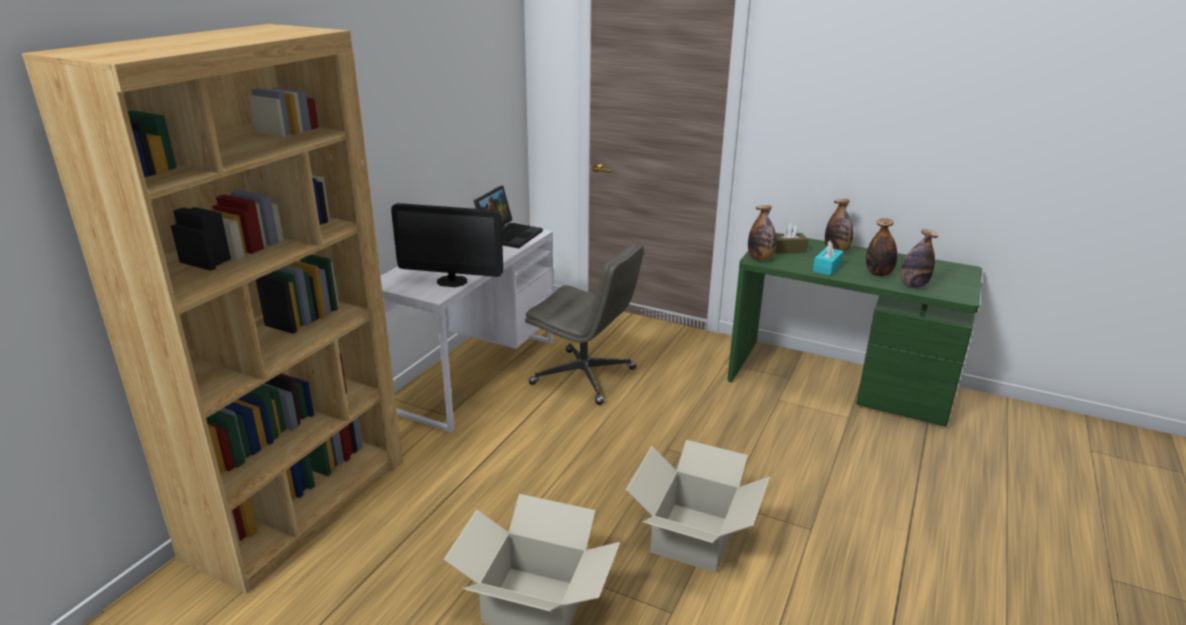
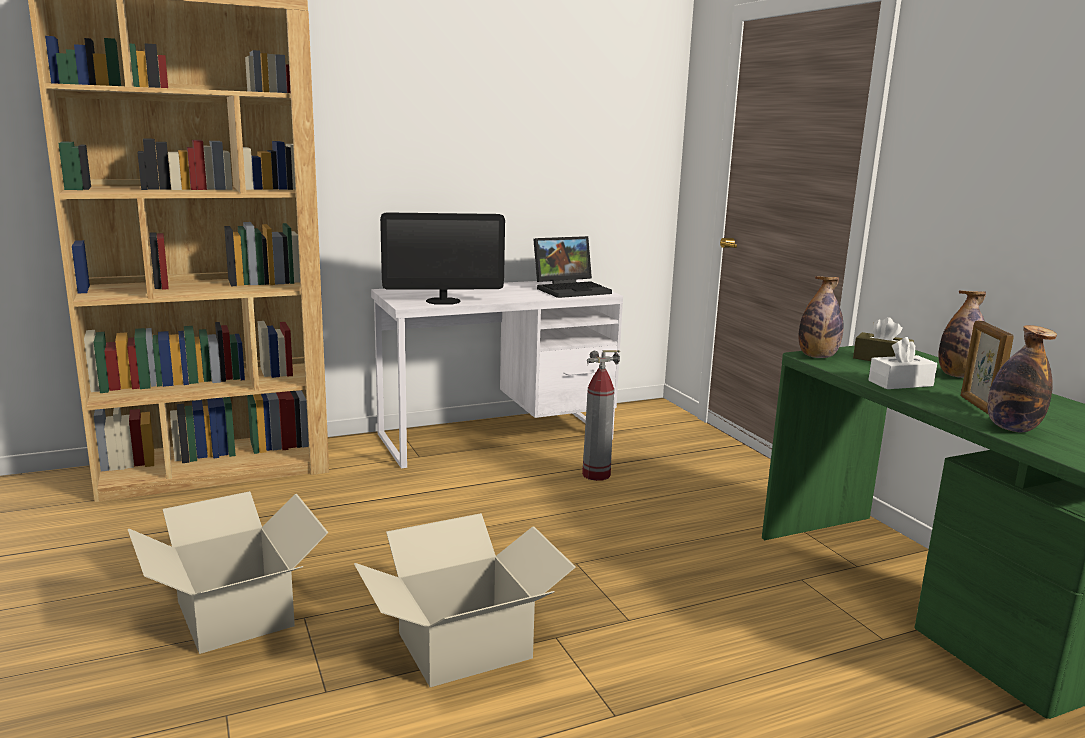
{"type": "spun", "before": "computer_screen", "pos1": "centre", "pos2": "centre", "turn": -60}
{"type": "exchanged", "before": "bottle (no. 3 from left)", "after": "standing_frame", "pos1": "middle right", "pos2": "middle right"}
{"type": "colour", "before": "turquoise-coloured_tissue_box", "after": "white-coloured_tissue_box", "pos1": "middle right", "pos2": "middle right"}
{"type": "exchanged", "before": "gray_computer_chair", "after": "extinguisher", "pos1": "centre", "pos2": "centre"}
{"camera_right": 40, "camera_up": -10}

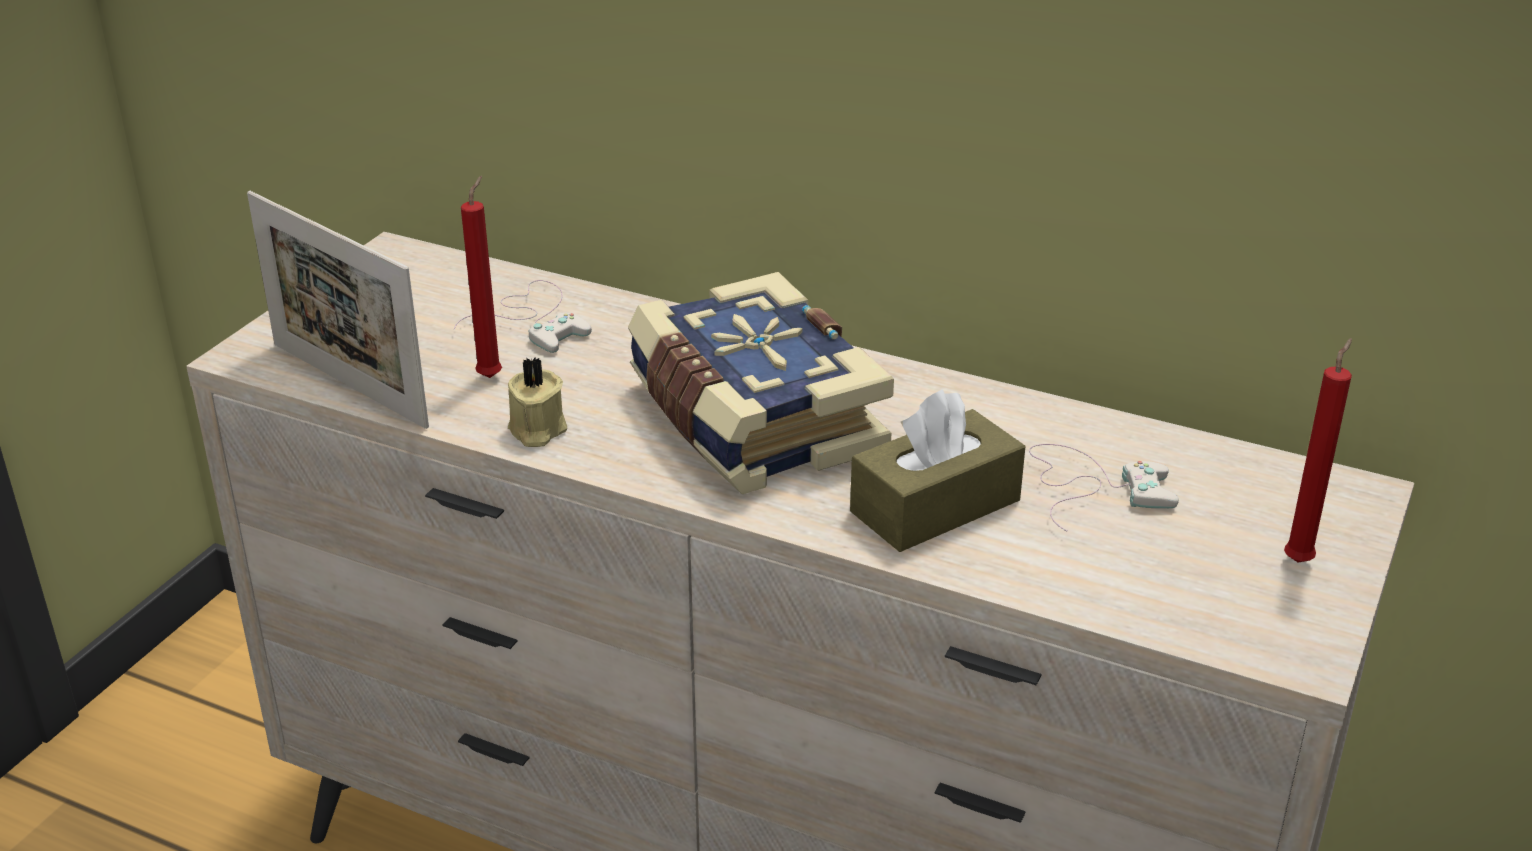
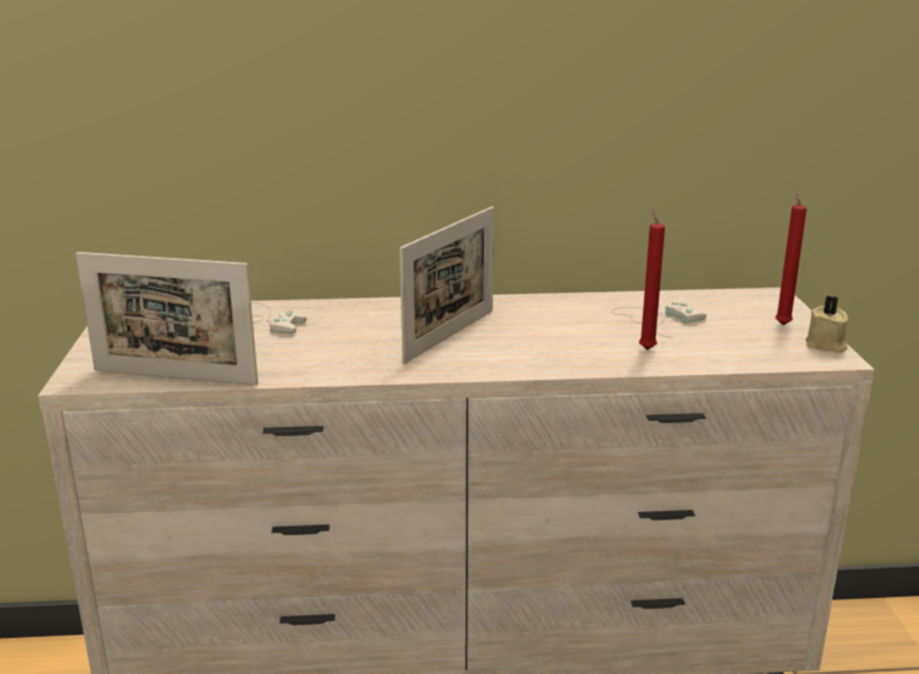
{"type": "relocated", "before": "reddish_wax_candle (no. 1 from left)", "pos1": "top left", "pos2": "middle right"}
{"type": "exchanged", "before": "volume", "after": "standing_frame (no. 2 from left)", "pos1": "centre", "pos2": "centre"}
{"type": "relocated", "before": "beige_wax_candle", "pos1": "centre", "pos2": "middle right"}
{"type": "missing", "before": "brown_tissue_box", "pos1": "centre"}
{"camera_right": -30, "camera_up": -10}

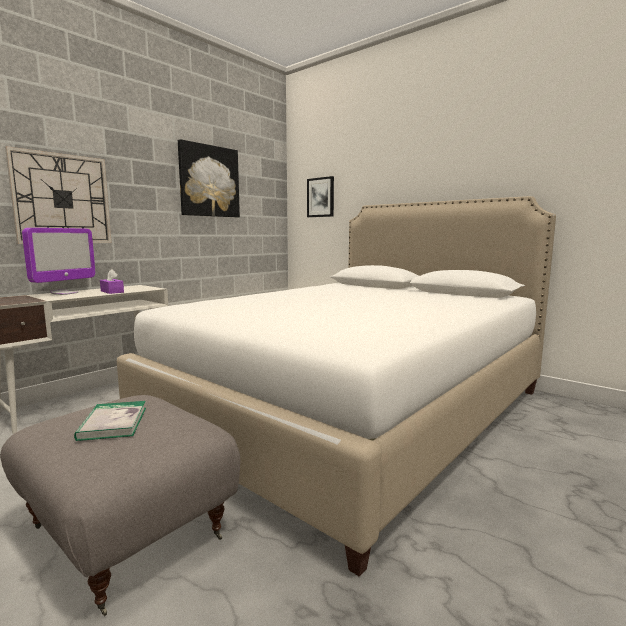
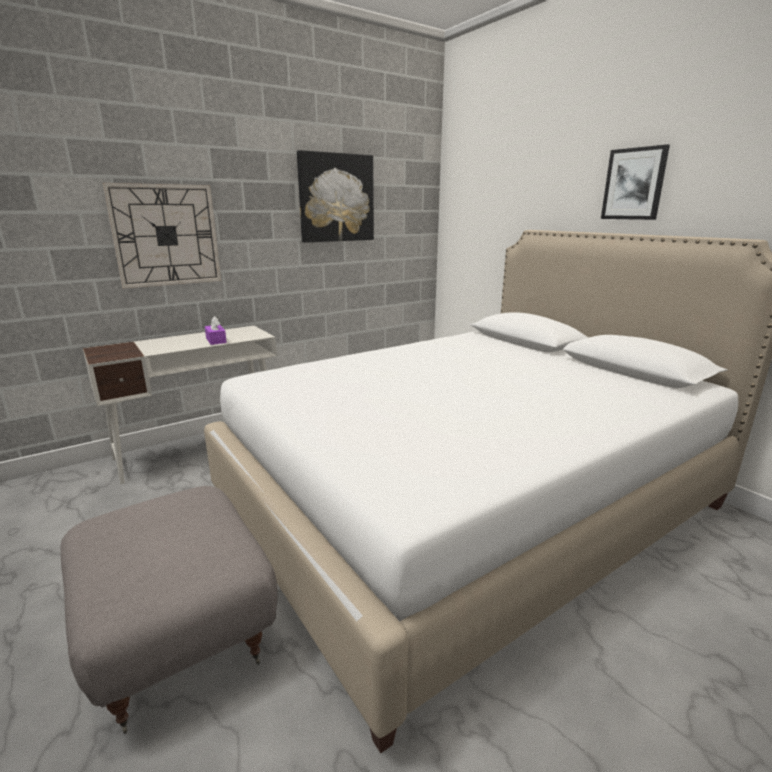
{"type": "relocated", "before": "wall_art (no. 2 from left)", "pos1": "top centre", "pos2": "top right"}
{"type": "missing", "before": "computer_screen", "pos1": "middle left"}
{"type": "missing", "before": "volume", "pos1": "bottom left"}
{"camera_right": 15, "camera_up": 10}

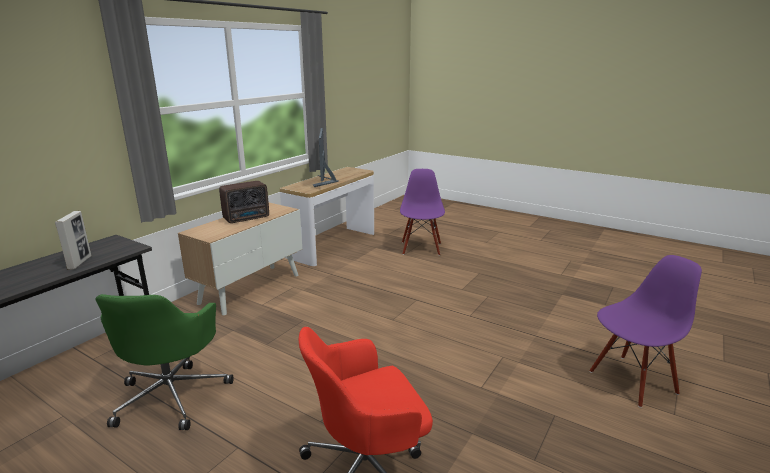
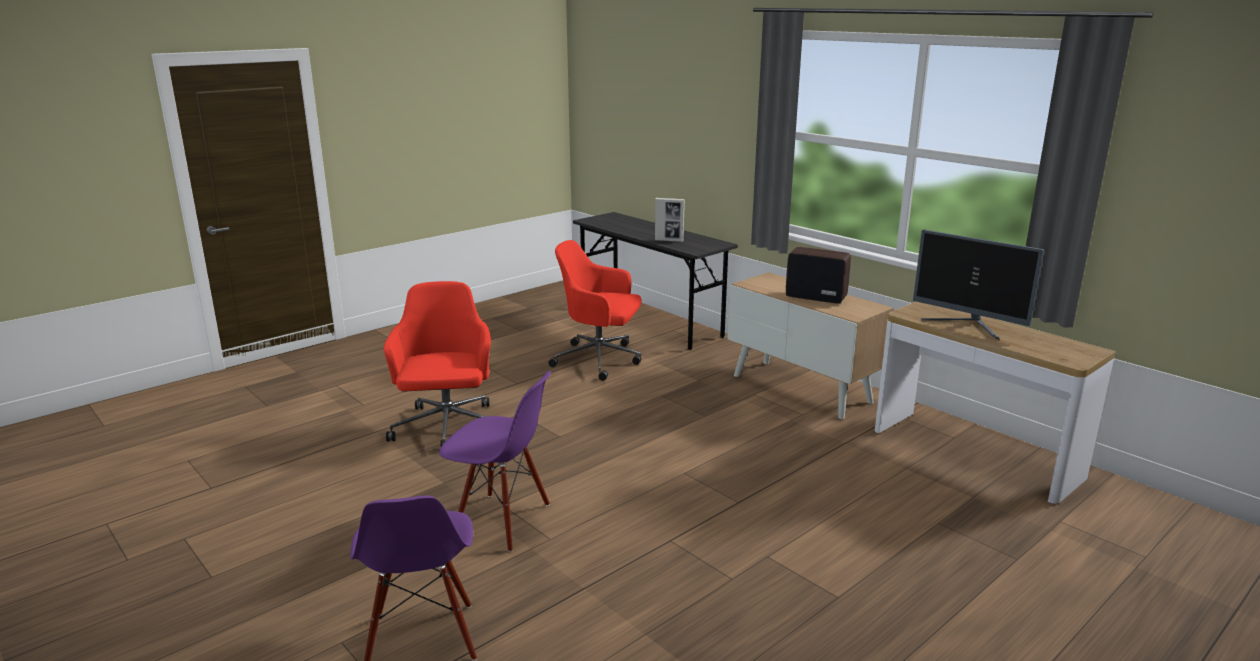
{"type": "spun", "before": "computer_screen", "pos1": "top centre", "pos2": "middle right", "turn": -150}
{"type": "relocated", "before": "purple_upright_chair (no. 1 from left in the first image)", "after": "purple_upright_chair (no. 2 from left)", "pos1": "centre", "pos2": "bottom centre"}
{"type": "spun", "before": "radio_set", "pos1": "middle left", "pos2": "centre", "turn": 135}
{"type": "colour", "before": "greenish_computer_chair", "after": "reddish_computer_chair (no. 2 from left)", "pos1": "bottom left", "pos2": "centre"}
{"camera_right": 105, "camera_up": 0}

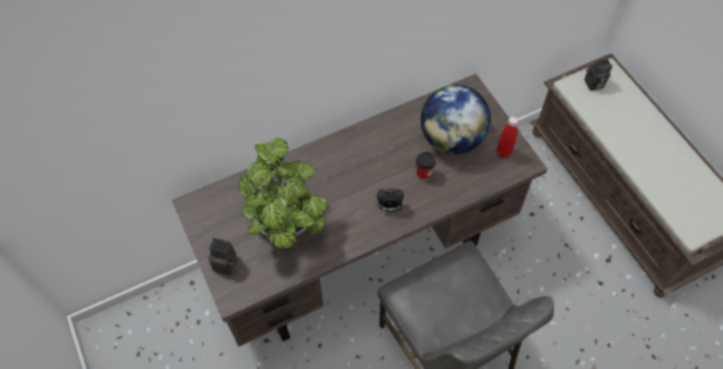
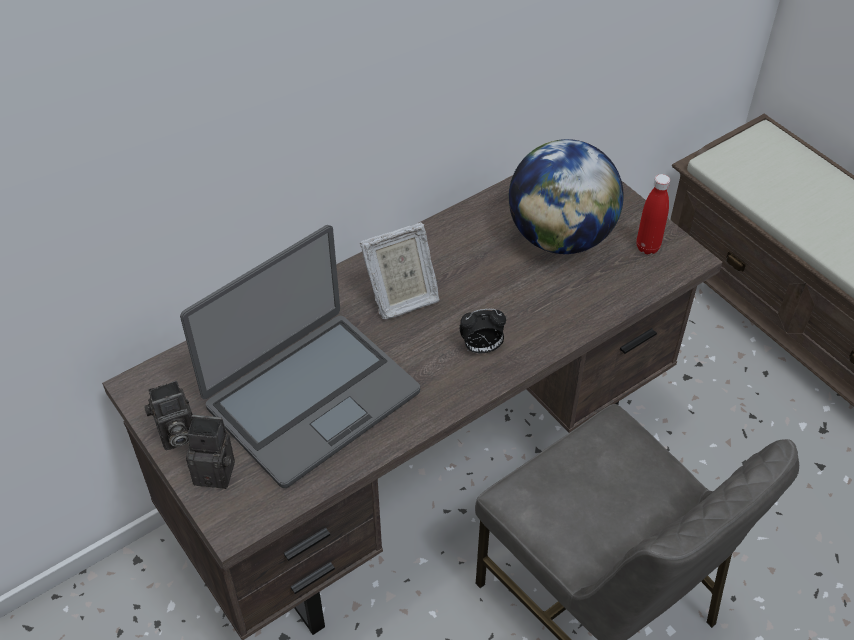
{"type": "relocated", "before": "still_camera (no. 2 from left in the first image)", "after": "still_camera (no. 1 from left)", "pos1": "top right", "pos2": "middle left"}
{"type": "exchanged", "before": "plant_in_a_pot", "after": "laptop", "pos1": "centre", "pos2": "centre"}
{"type": "missing", "before": "cup", "pos1": "centre"}
{"type": "appeared", "after": "standing_frame", "pos2": "centre"}
{"camera_right": -10, "camera_up": -10}

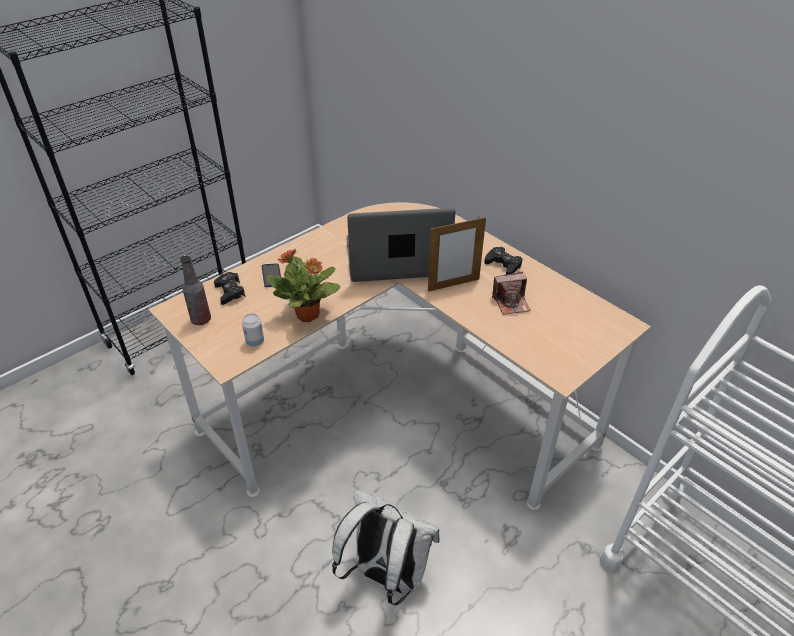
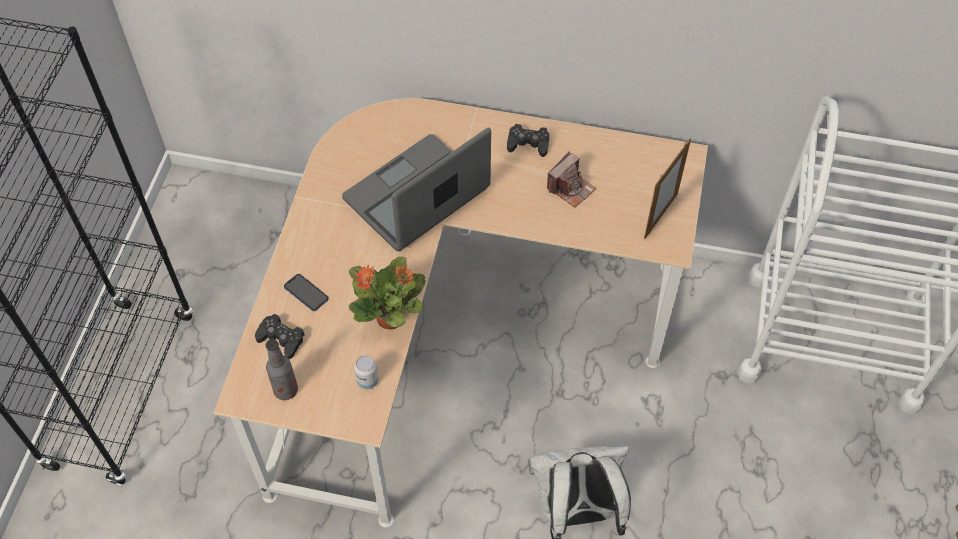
{"type": "relocated", "before": "standing_frame", "pos1": "centre", "pos2": "middle right"}
{"camera_right": -35, "camera_up": 15}

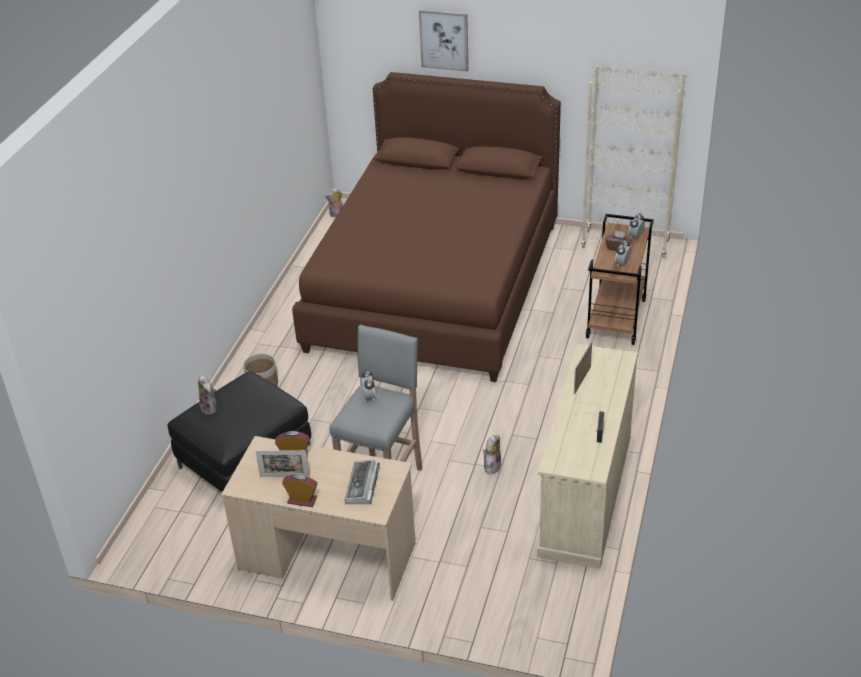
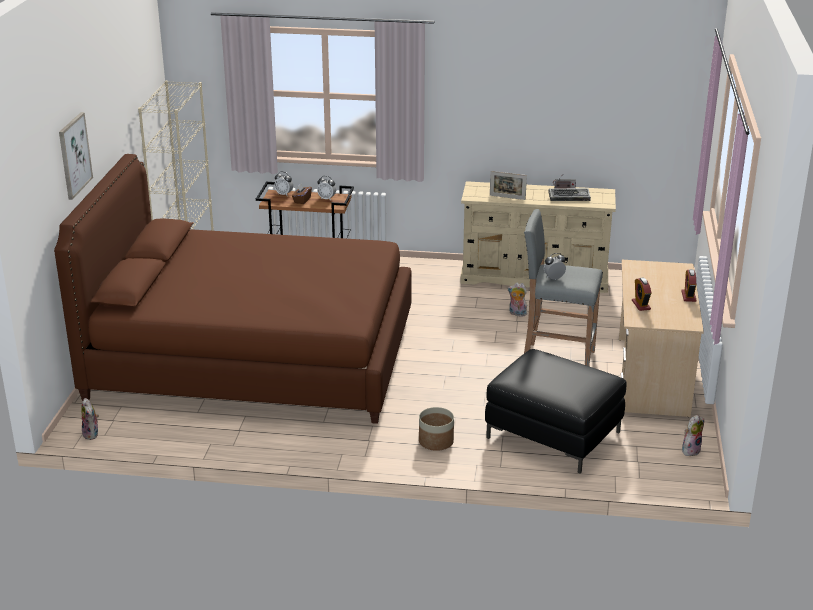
{"type": "relocated", "before": "cuddly_toy (no. 1 from left in the first image)", "after": "cuddly_toy (no. 3 from left)", "pos1": "middle left", "pos2": "bottom right"}
{"type": "missing", "before": "standing_frame (no. 1 from left)", "pos1": "bottom left"}
{"type": "relocated", "before": "PC_keyboard", "pos1": "bottom centre", "pos2": "top right"}
{"camera_right": -100, "camera_up": -10}

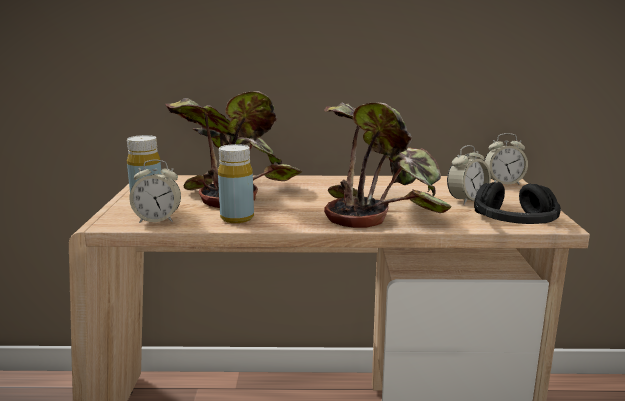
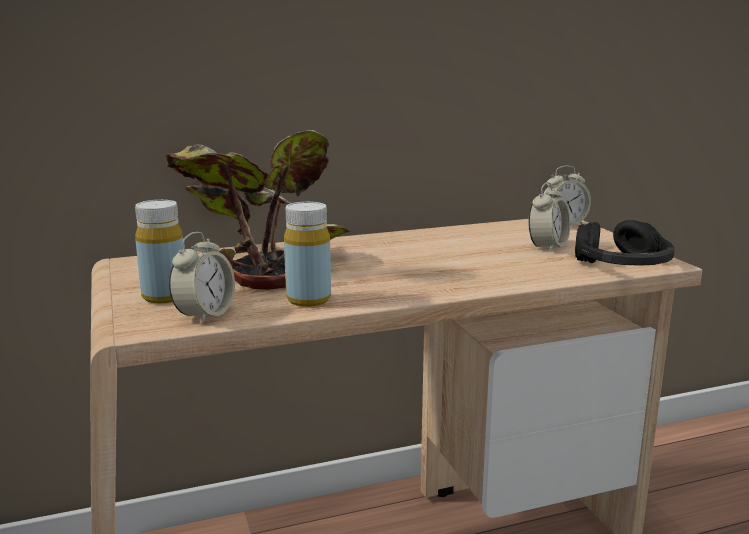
{"type": "missing", "before": "plant_in_a_pot (no. 2 from left)", "pos1": "centre"}
{"type": "spun", "before": "table_clock (no. 1 from left)", "pos1": "middle left", "pos2": "middle left", "turn": -45}
{"camera_right": -20, "camera_up": 0}

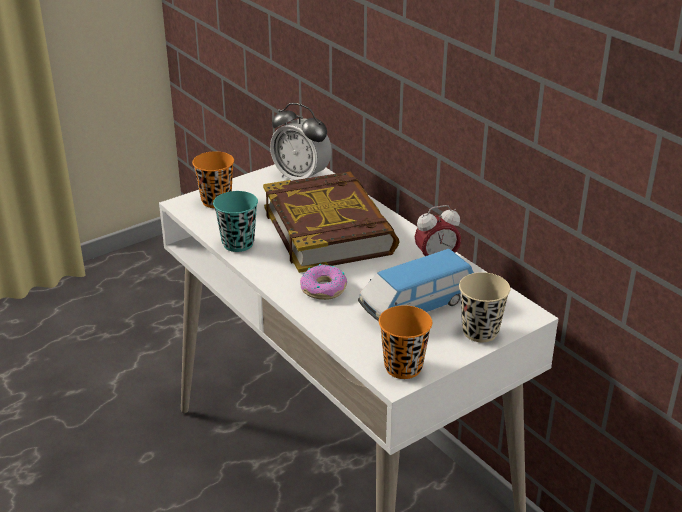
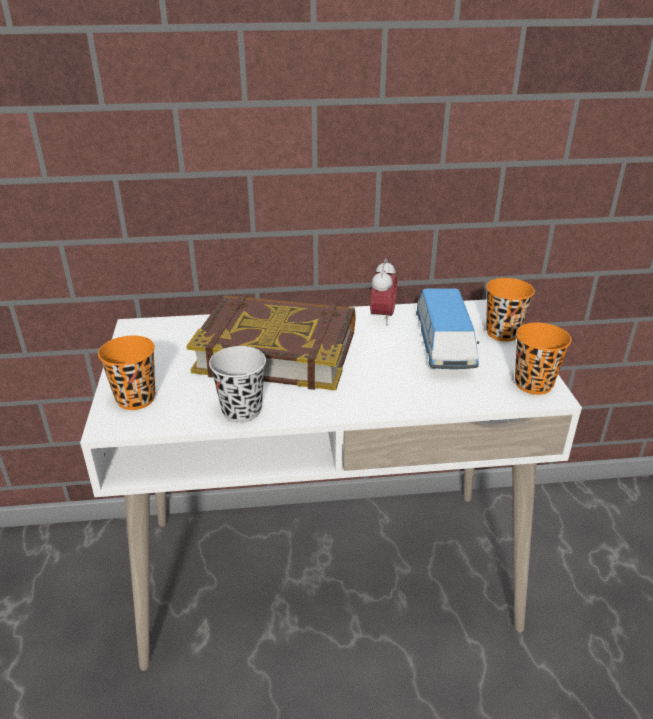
{"type": "missing", "before": "table_clock (no. 1 from left)", "pos1": "top centre"}
{"type": "colour", "before": "turquoise-coloured_cup", "after": "blackish_cup", "pos1": "centre", "pos2": "centre"}
{"type": "missing", "before": "donut", "pos1": "centre"}
{"type": "colour", "before": "beige_cup", "after": "orange-coloured_cup (no. 2 from left)", "pos1": "middle right", "pos2": "middle right"}
{"camera_right": -60, "camera_up": 0}

